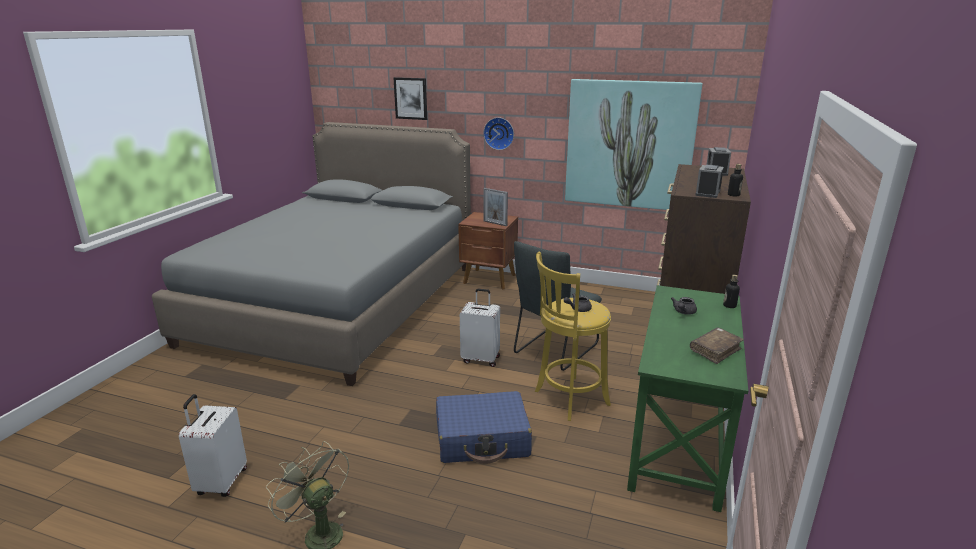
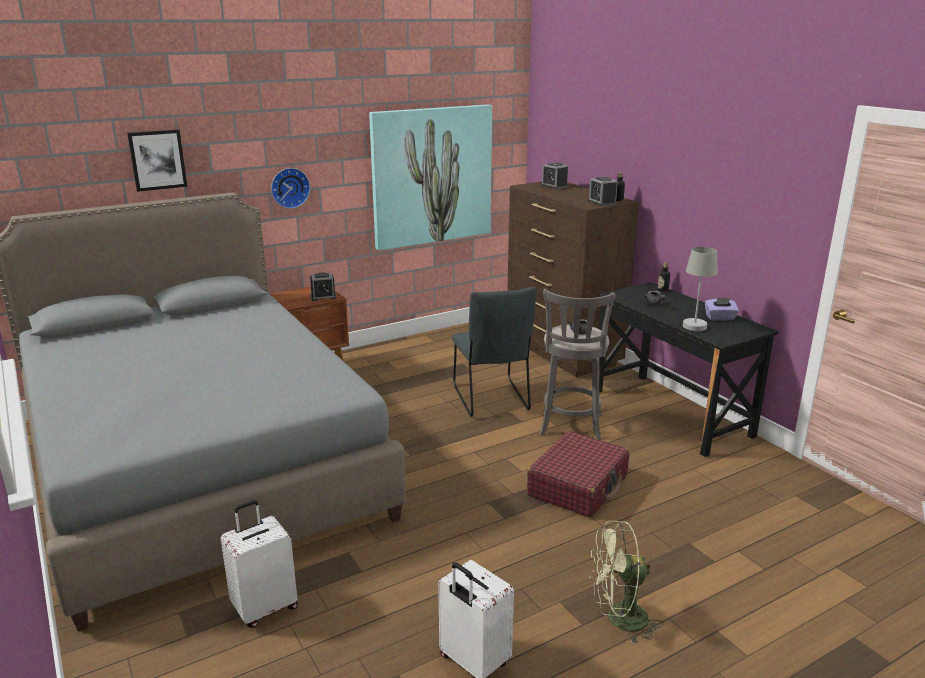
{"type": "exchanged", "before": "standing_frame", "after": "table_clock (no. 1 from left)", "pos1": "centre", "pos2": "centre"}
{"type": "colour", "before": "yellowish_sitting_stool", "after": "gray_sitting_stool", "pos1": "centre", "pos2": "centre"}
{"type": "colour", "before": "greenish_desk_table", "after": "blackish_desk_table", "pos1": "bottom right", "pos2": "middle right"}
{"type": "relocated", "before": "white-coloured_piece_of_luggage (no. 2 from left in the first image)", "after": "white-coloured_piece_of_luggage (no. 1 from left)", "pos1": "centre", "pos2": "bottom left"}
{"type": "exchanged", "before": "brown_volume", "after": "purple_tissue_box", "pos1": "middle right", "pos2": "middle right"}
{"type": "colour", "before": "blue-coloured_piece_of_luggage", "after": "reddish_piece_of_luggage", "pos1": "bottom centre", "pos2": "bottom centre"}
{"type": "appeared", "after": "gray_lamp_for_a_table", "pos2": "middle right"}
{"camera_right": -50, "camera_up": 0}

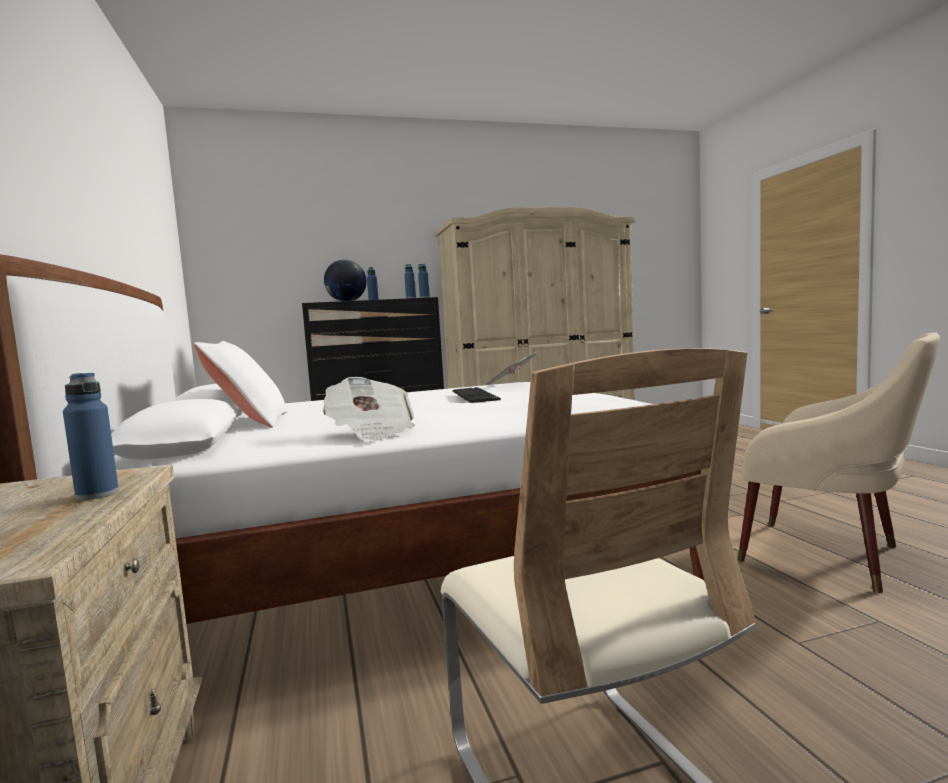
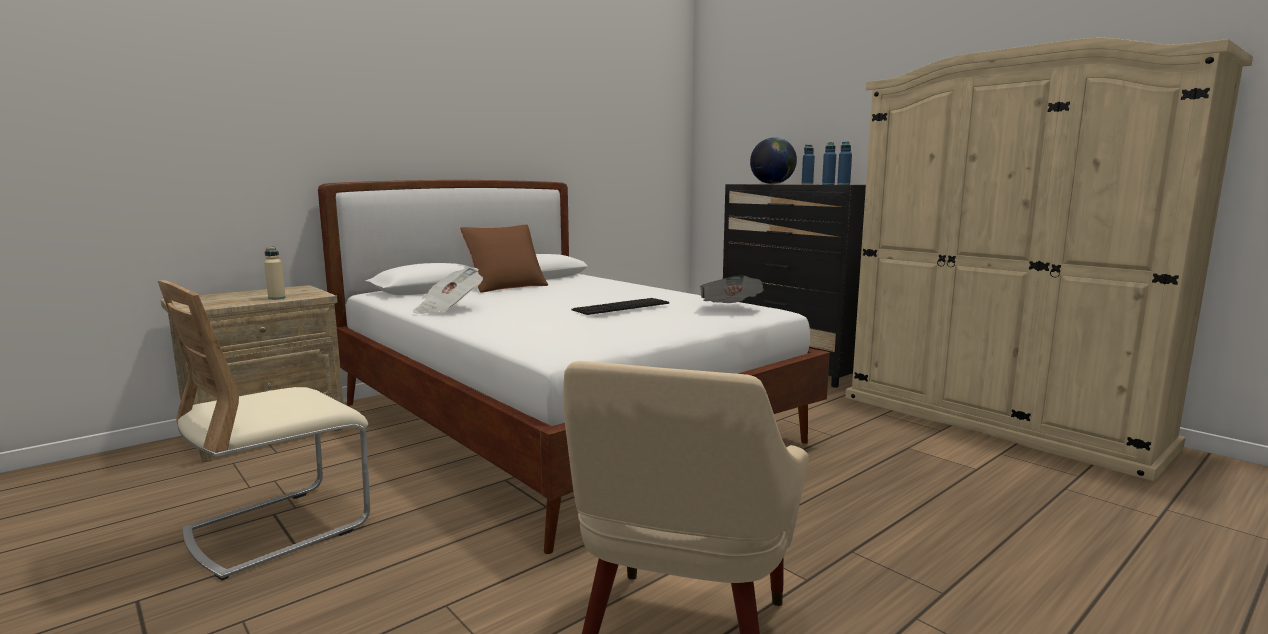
{"type": "colour", "before": "white-coloured_pillow", "after": "brown_pillow", "pos1": "middle left", "pos2": "centre"}
{"type": "colour", "before": "blue-coloured_bottle (no. 1 from left)", "after": "beige_bottle", "pos1": "middle left", "pos2": "middle left"}
{"camera_right": 65, "camera_up": 5}

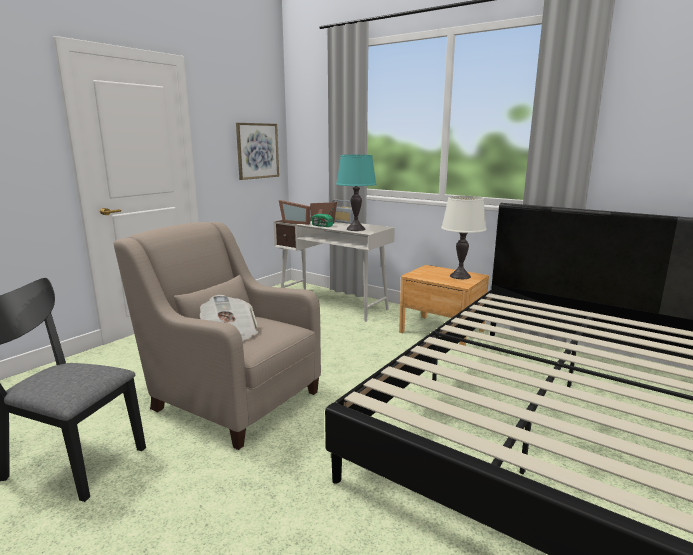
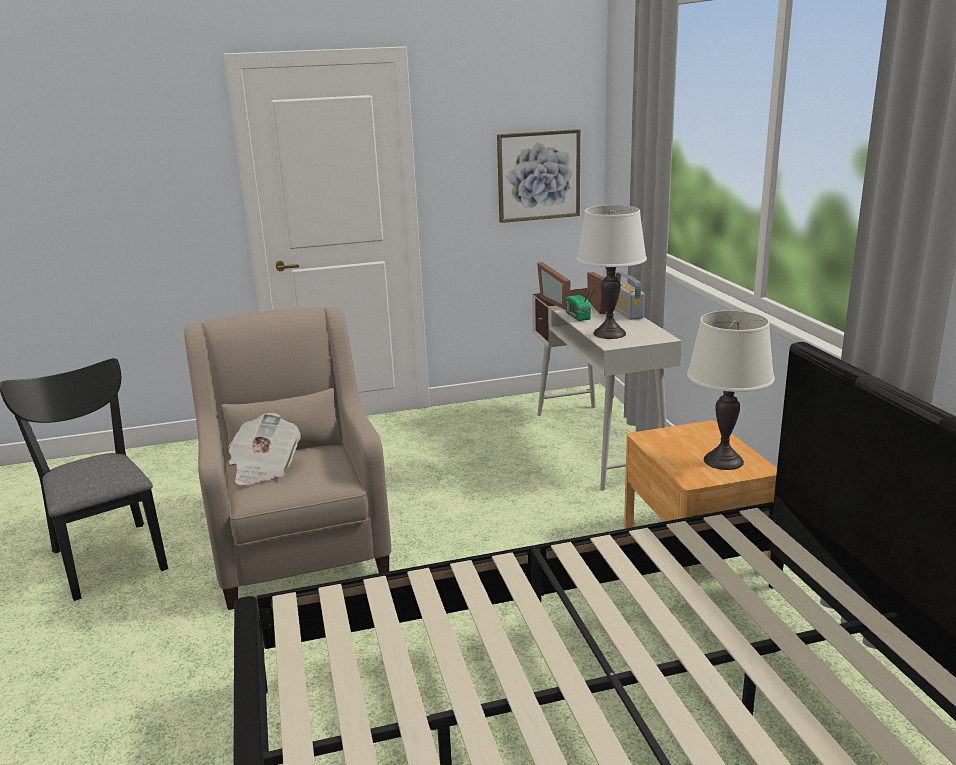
{"type": "colour", "before": "turquoise-coloured_lamp_for_a_table", "after": "white-coloured_lamp_for_a_table (no. 1 from left)", "pos1": "centre", "pos2": "centre"}
{"camera_right": 40, "camera_up": 5}

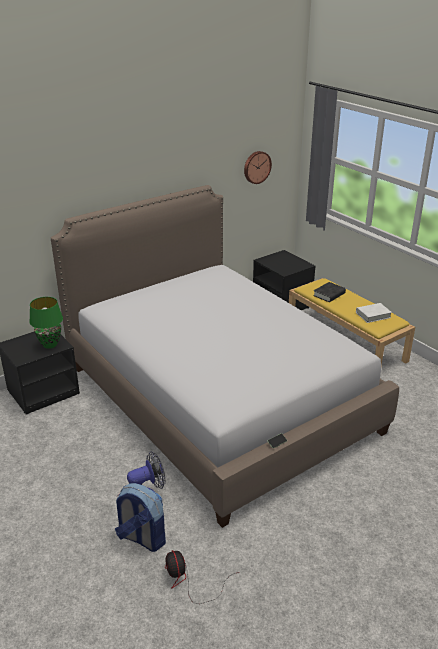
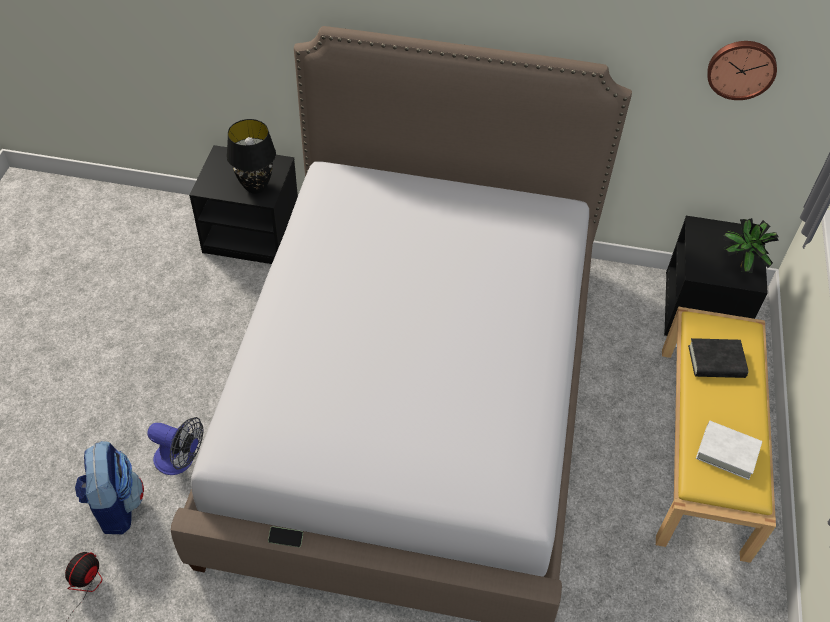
{"type": "colour", "before": "greenish_lamp_for_a_table", "after": "blackish_lamp_for_a_table", "pos1": "middle left", "pos2": "top left"}
{"type": "appeared", "after": "plant_in_a_pot", "pos2": "middle right"}
{"camera_right": 45, "camera_up": 20}

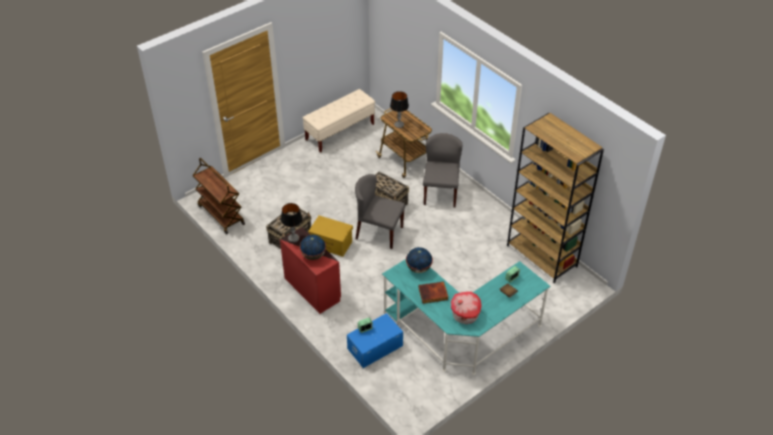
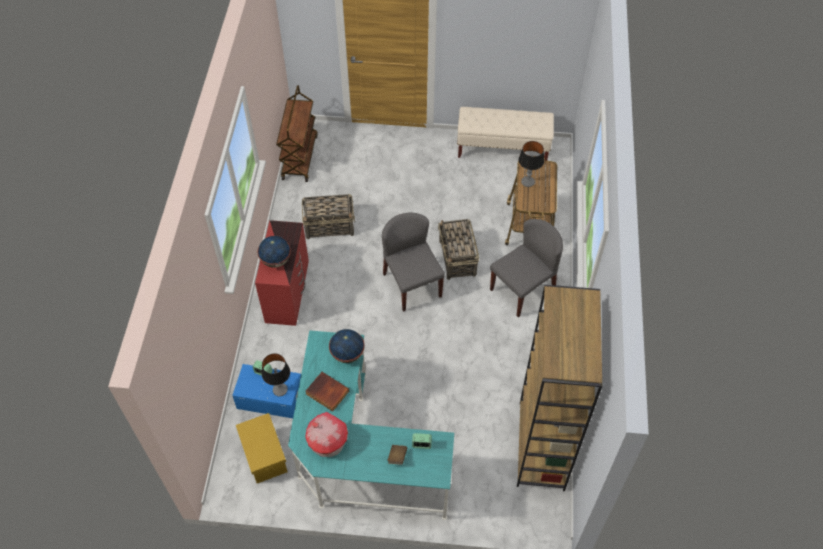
{"type": "relocated", "before": "lamp_for_a_table (no. 1 from left)", "pos1": "centre", "pos2": "bottom centre"}
{"type": "relocated", "before": "yellowish_storage_container", "pos1": "centre", "pos2": "bottom left"}
{"camera_right": 45, "camera_up": 10}

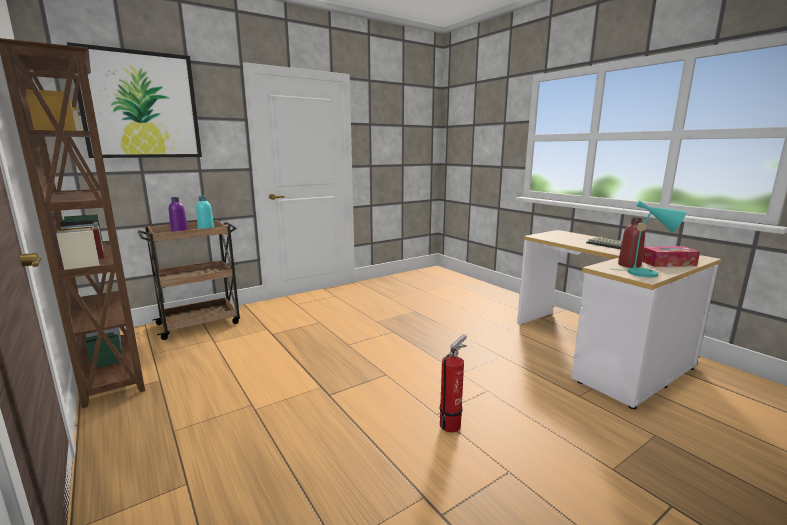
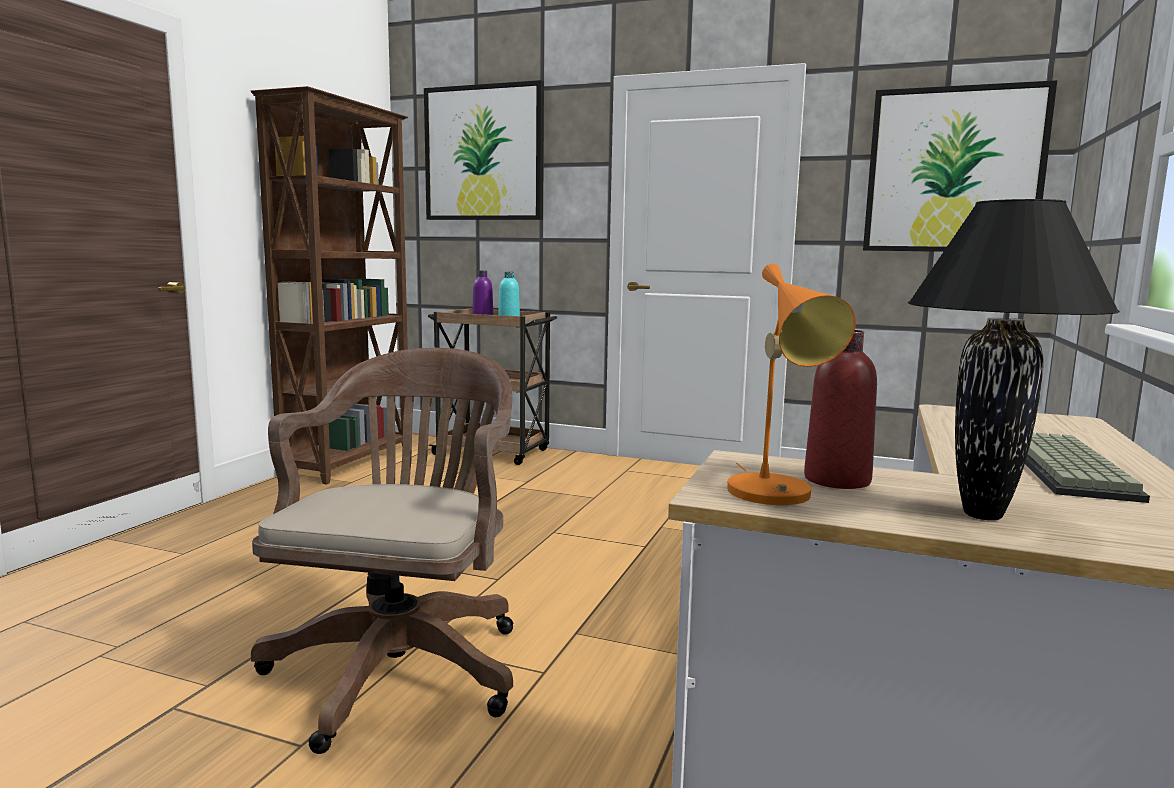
{"type": "colour", "before": "turquoise-coloured_lamp_for_a_table", "after": "orange-coloured_lamp_for_a_table", "pos1": "middle right", "pos2": "middle right"}
{"type": "exchanged", "before": "tissue_box", "after": "blackish_lamp_for_a_table", "pos1": "middle right", "pos2": "middle right"}
{"type": "exchanged", "before": "extinguisher", "after": "brown_computer_chair", "pos1": "bottom centre", "pos2": "bottom left"}
{"type": "appeared", "after": "wall_art (no. 2 from left)", "pos2": "top right"}
{"camera_right": 55, "camera_up": -5}

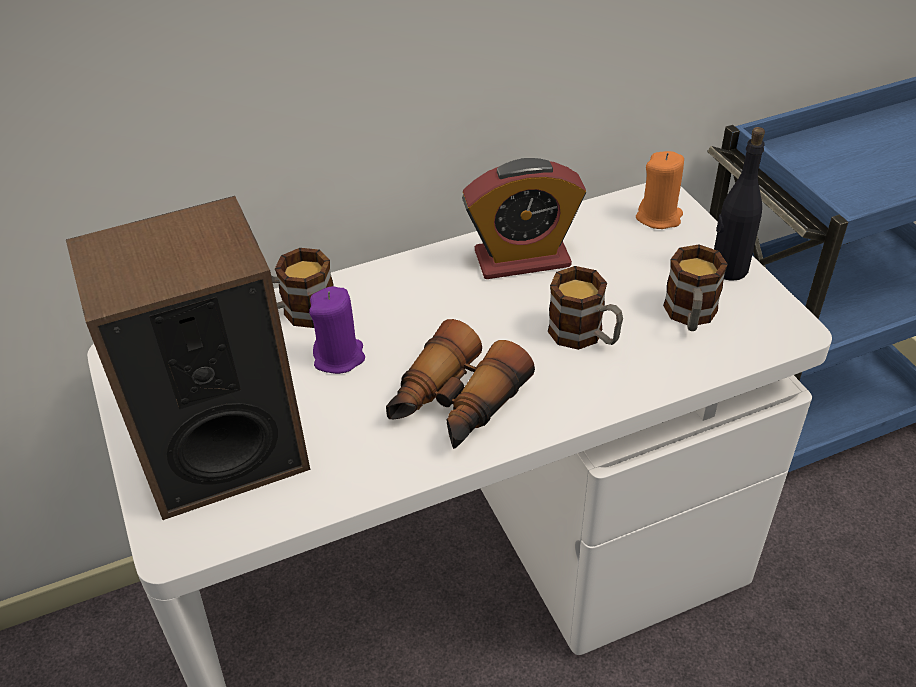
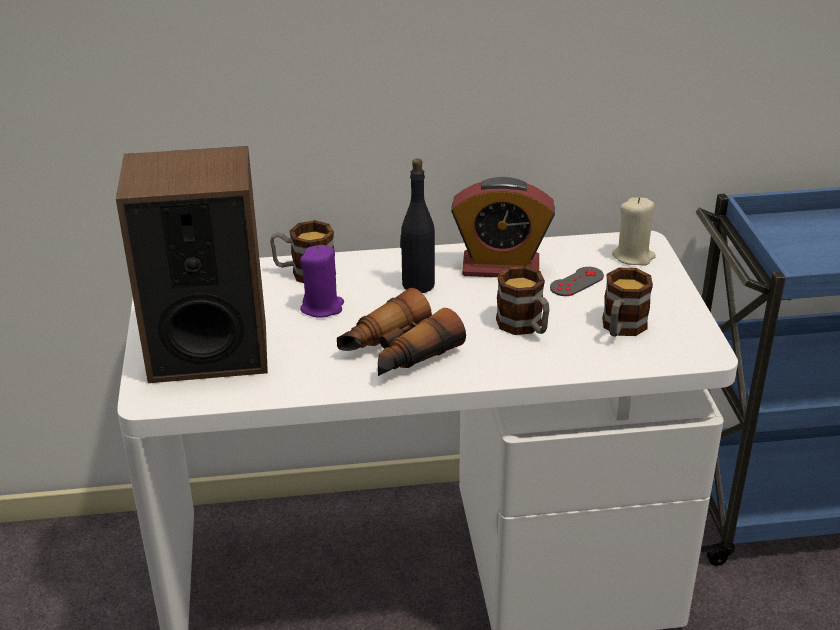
{"type": "relocated", "before": "blackish_bottle", "pos1": "top right", "pos2": "centre"}
{"type": "colour", "before": "orange-coloured_wax_candle", "after": "beige_wax_candle", "pos1": "top right", "pos2": "middle right"}
{"type": "appeared", "after": "gray_joypad", "pos2": "middle right"}
{"camera_right": 15, "camera_up": -10}

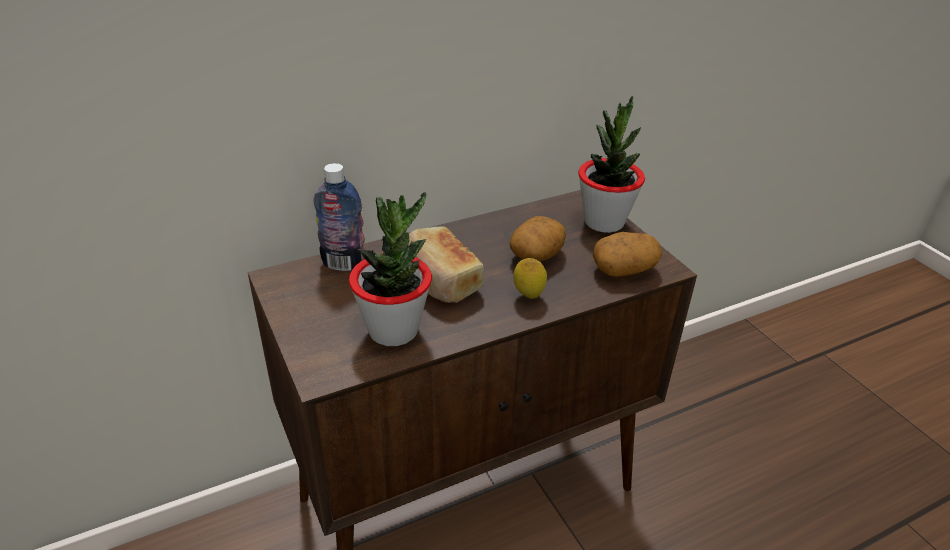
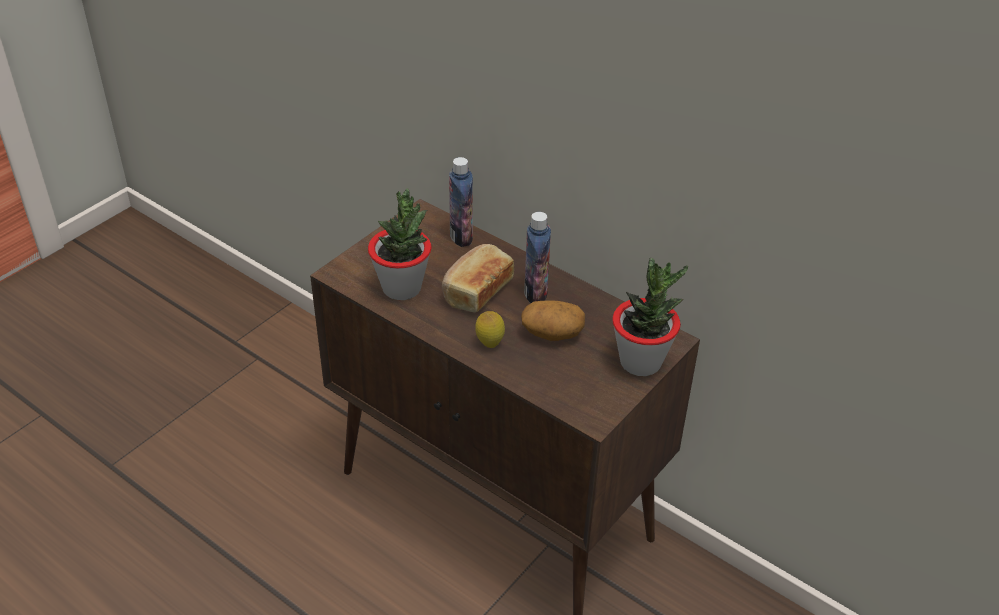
{"type": "missing", "before": "spud (no. 2 from left)", "pos1": "centre"}
{"type": "appeared", "after": "bottle (no. 2 from left)", "pos2": "centre"}
{"camera_right": 65, "camera_up": 5}

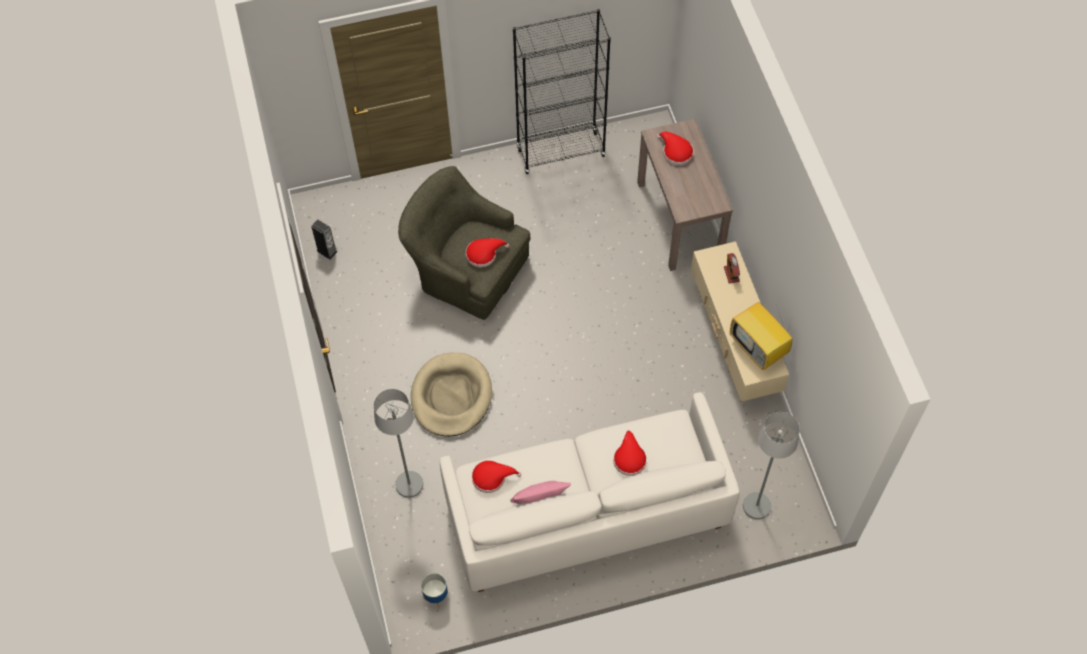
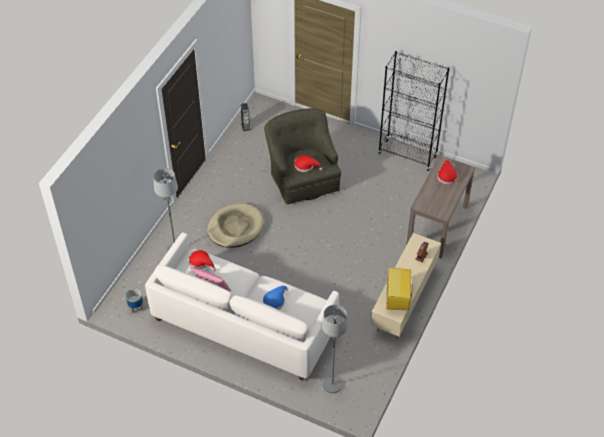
{"type": "colour", "before": "reddish_clothing_hat (no. 3 from left)", "after": "blue-coloured_clothing_hat", "pos1": "bottom centre", "pos2": "bottom centre"}
{"camera_right": 40, "camera_up": -10}

